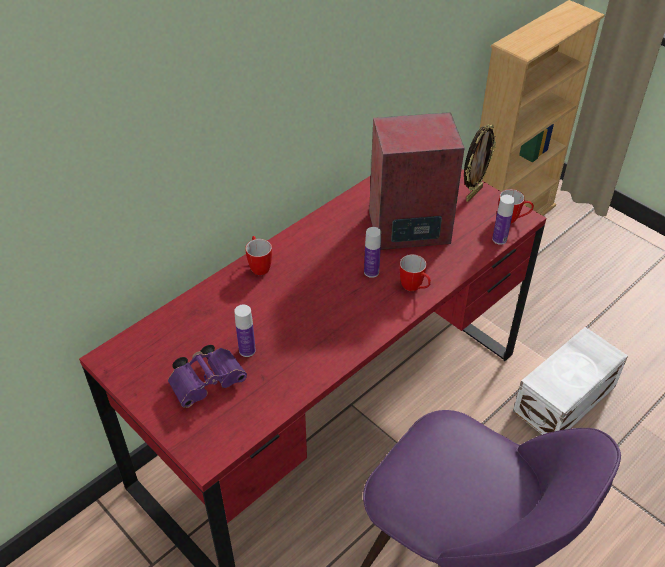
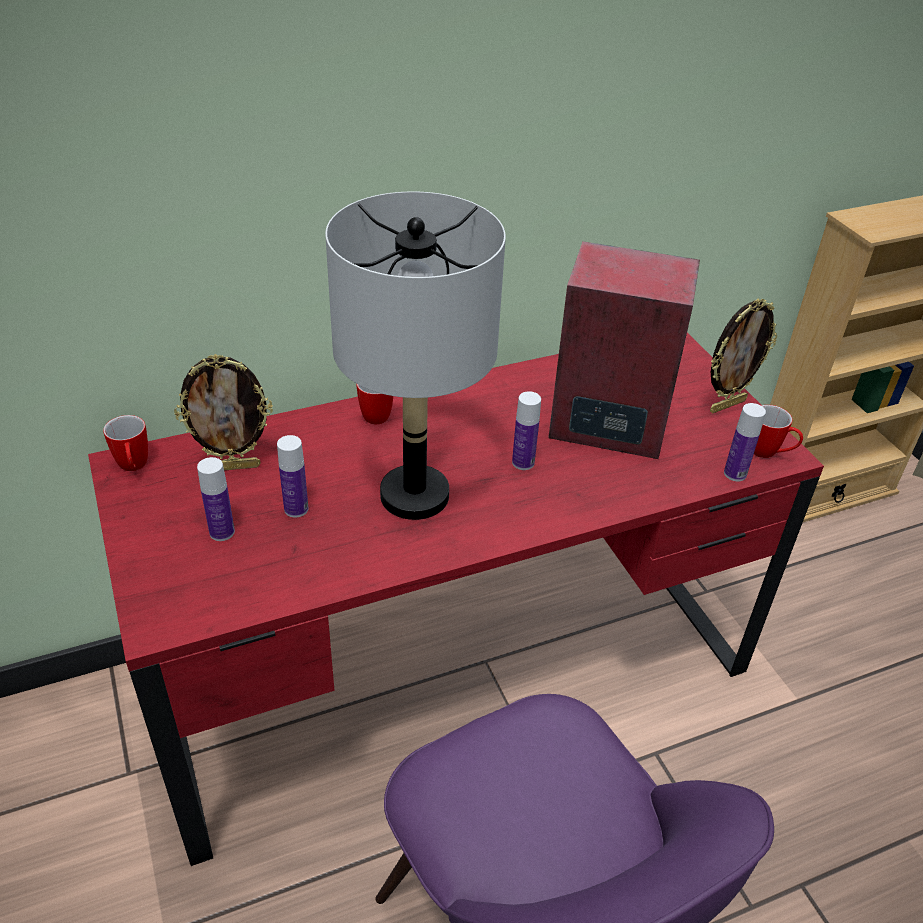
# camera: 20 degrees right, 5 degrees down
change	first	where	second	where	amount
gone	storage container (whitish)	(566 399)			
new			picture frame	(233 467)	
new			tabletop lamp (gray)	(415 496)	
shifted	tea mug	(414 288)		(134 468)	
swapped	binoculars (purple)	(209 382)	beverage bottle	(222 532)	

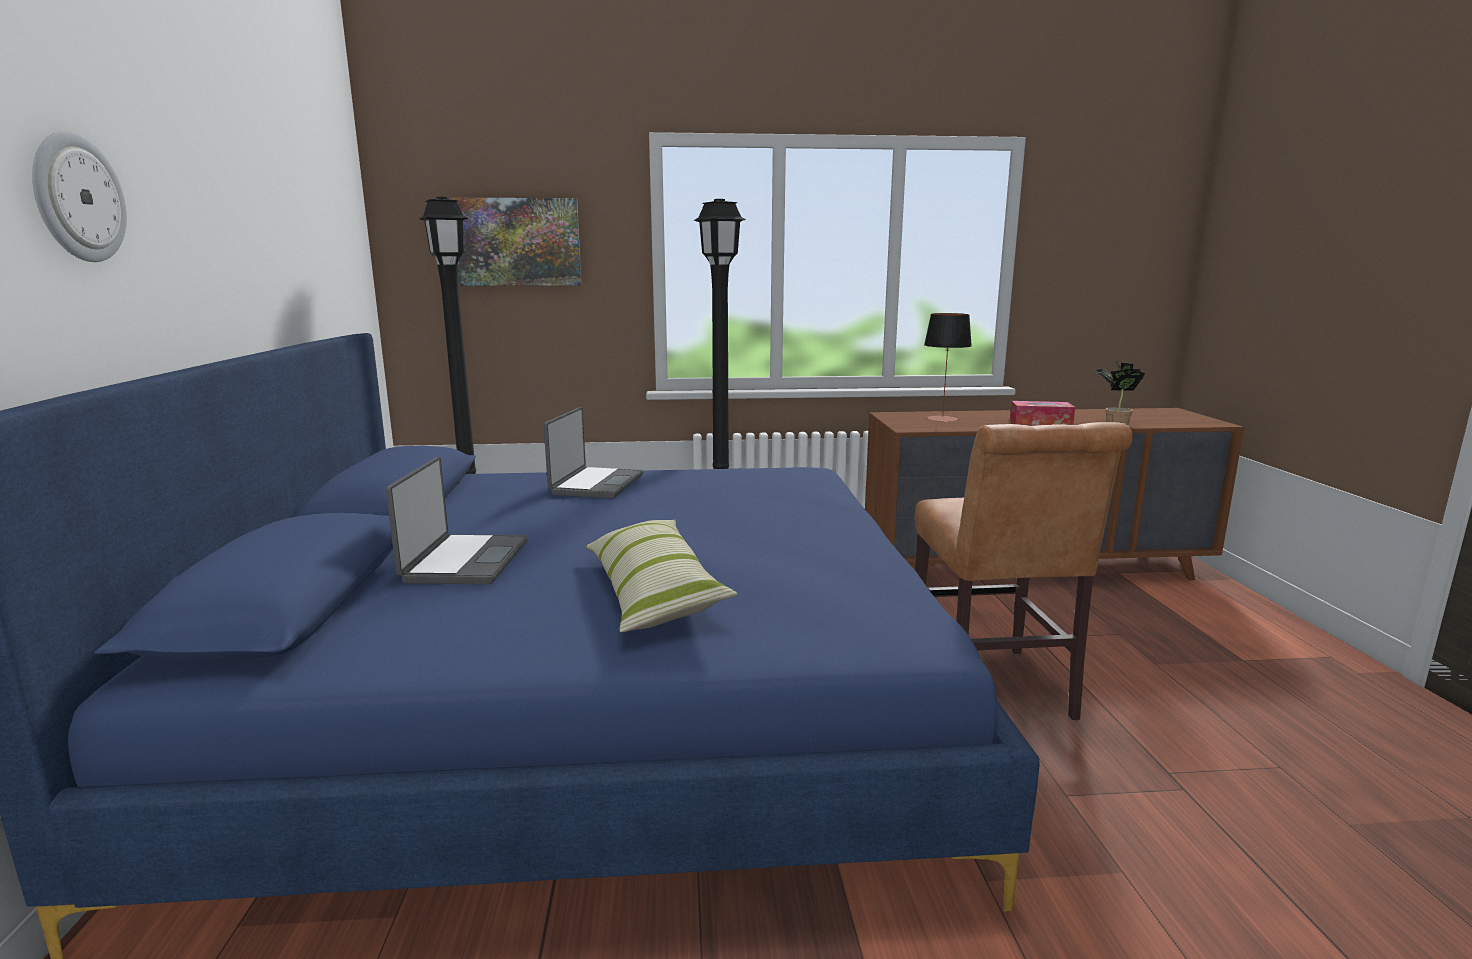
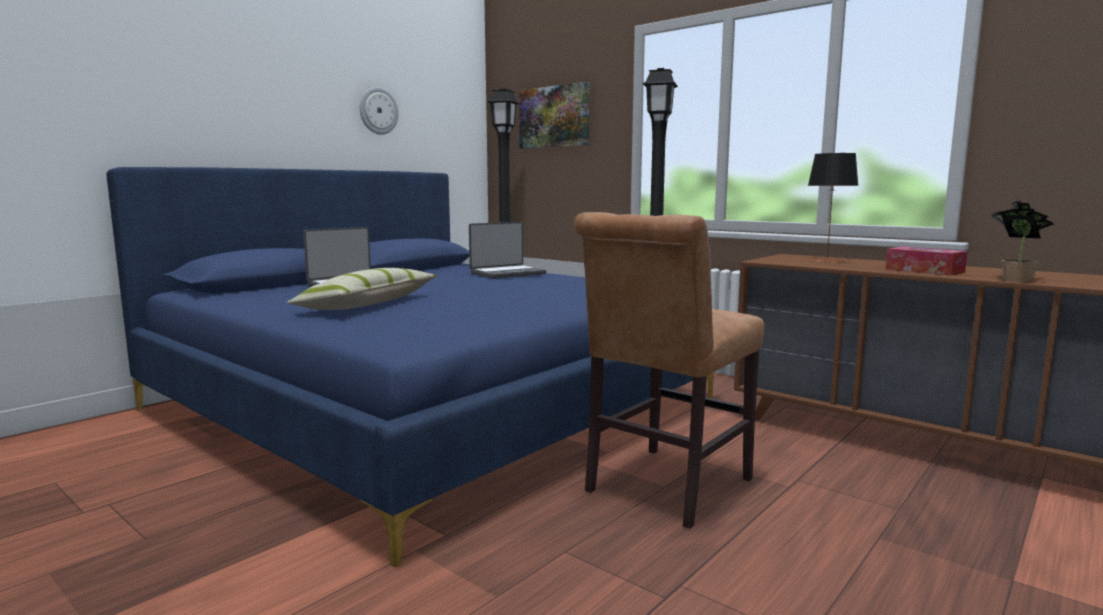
# camera: 45 degrees right, 5 degrees down
change	first	where	second	where	amount
shifted	clock on the wall	(77 198)		(378 111)	

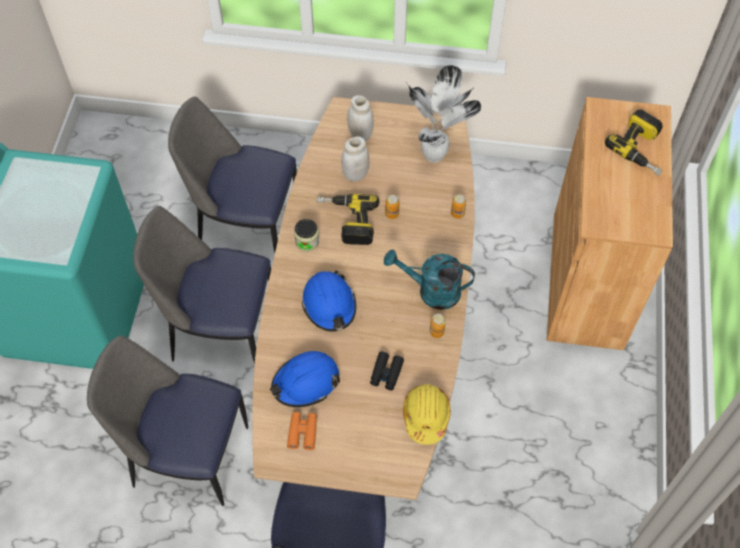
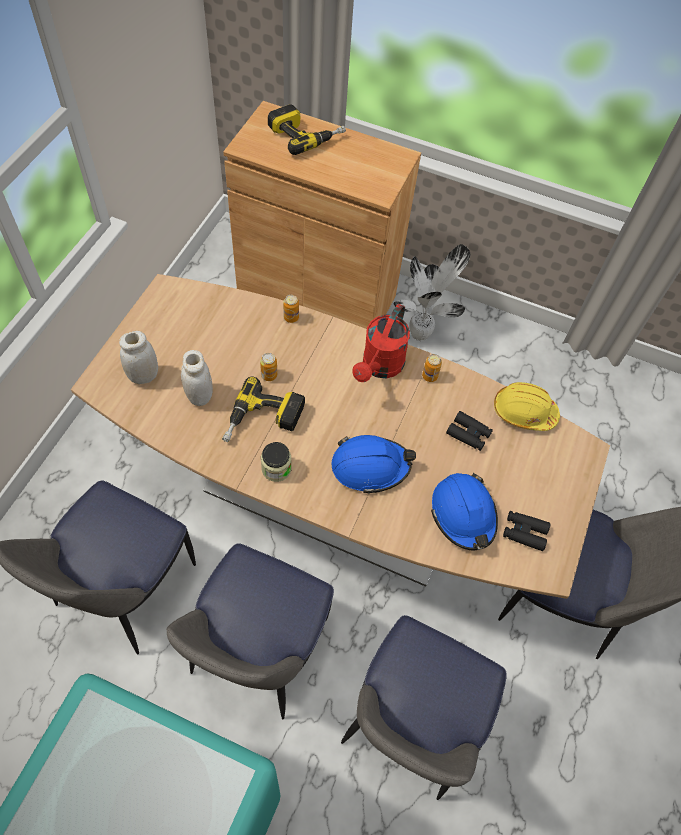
# camera: 80 degrees left, 0 degrees up
change	first	where	second	where	amount
shifted	plant in a pot	(435 156)		(421 333)	
repainted	binoculars (orange)	(302 432)	binoculars (blackish)	(524 532)	
repainted	watering can (turquoise-coloured)	(431 291)	watering can (red-coloured)	(380 367)	

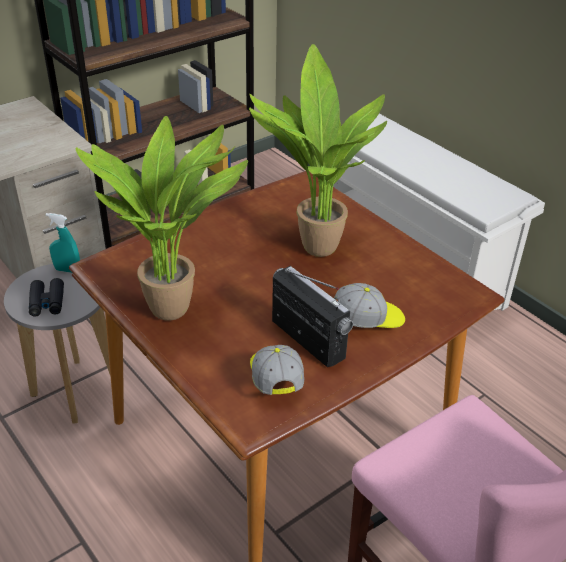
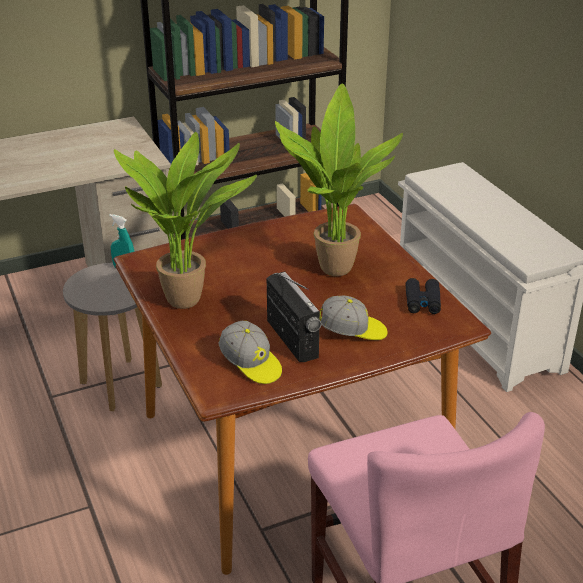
# camera: 15 degrees right, 5 degrees down
change	first	where	second	where	amount
shifted	binoculars (blackish)	(47 302)		(422 302)	
rotated	cap	(275 378)		(251 364)	135 degrees clockwise

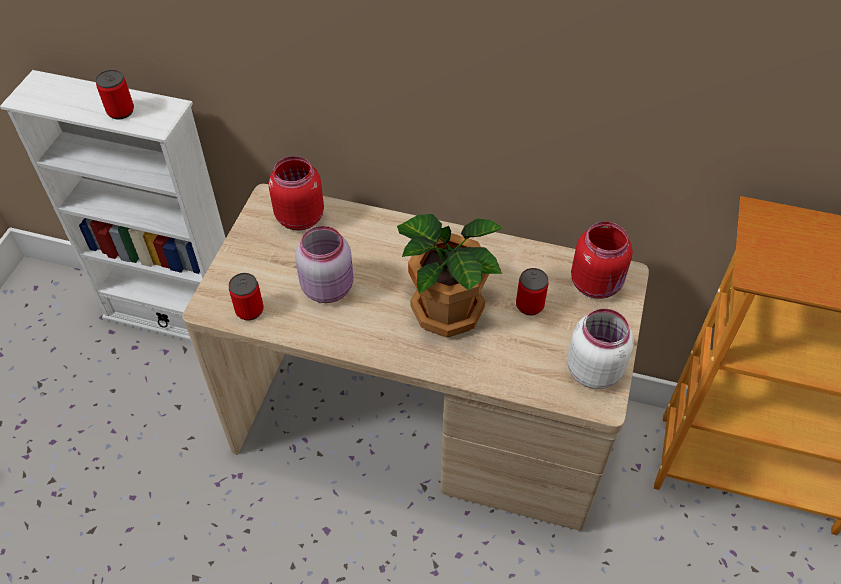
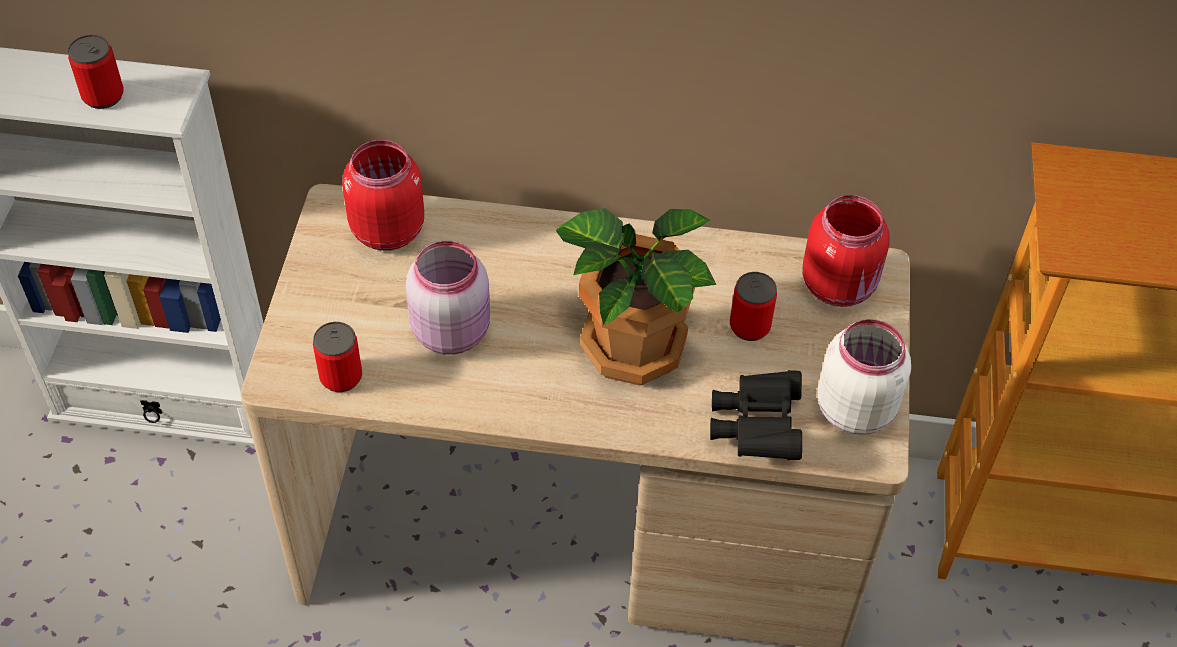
# camera: 10 degrees left, 0 degrees up
change	first	where	second	where	amount
new			binoculars (blackish)	(756 427)	

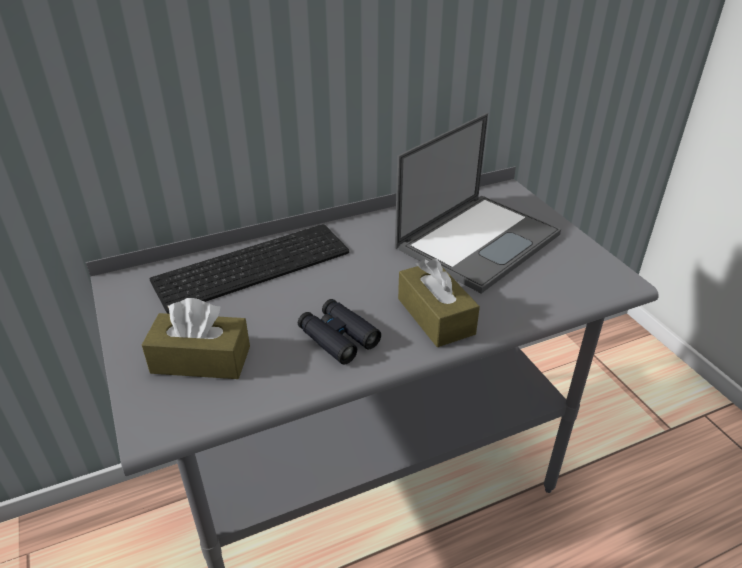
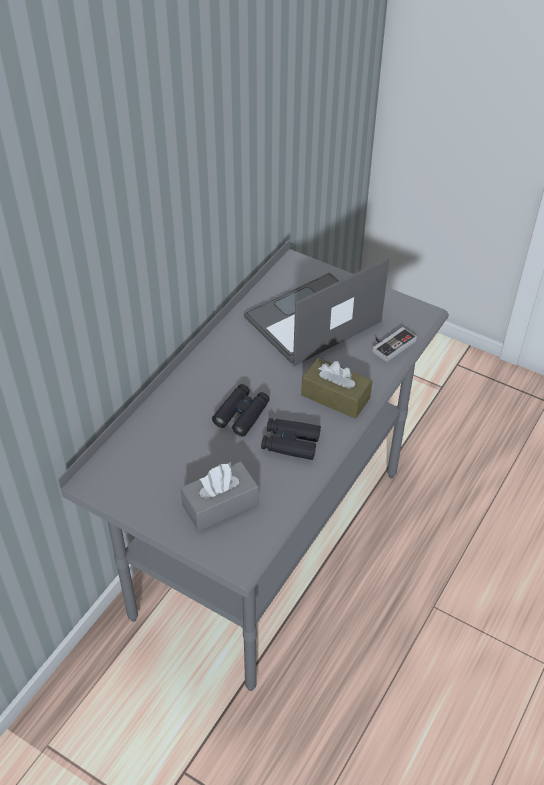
# camera: 35 degrees left, 10 degrees up
change	first	where	second	where	amount
gone	computer keyboard	(253 264)			
new			binoculars (blackish)	(241 414)	
new			joypad	(390 344)	
repainted	tissue box (brown)	(201 360)	tissue box (gray)	(220 504)	
rotated	notebook computer	(478 240)		(311 320)	135 degrees counterclockwise

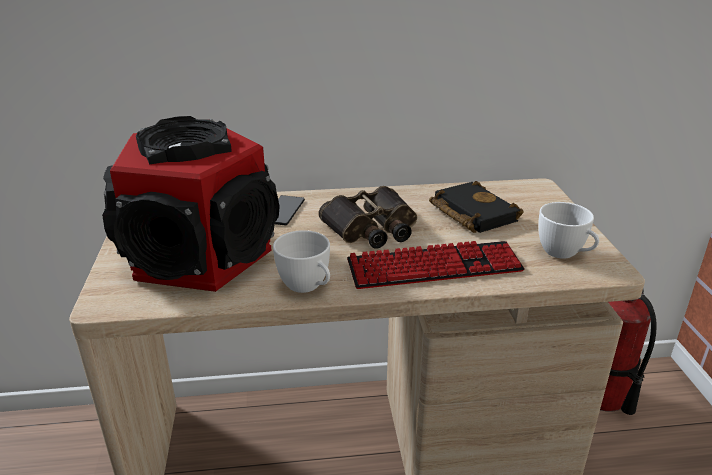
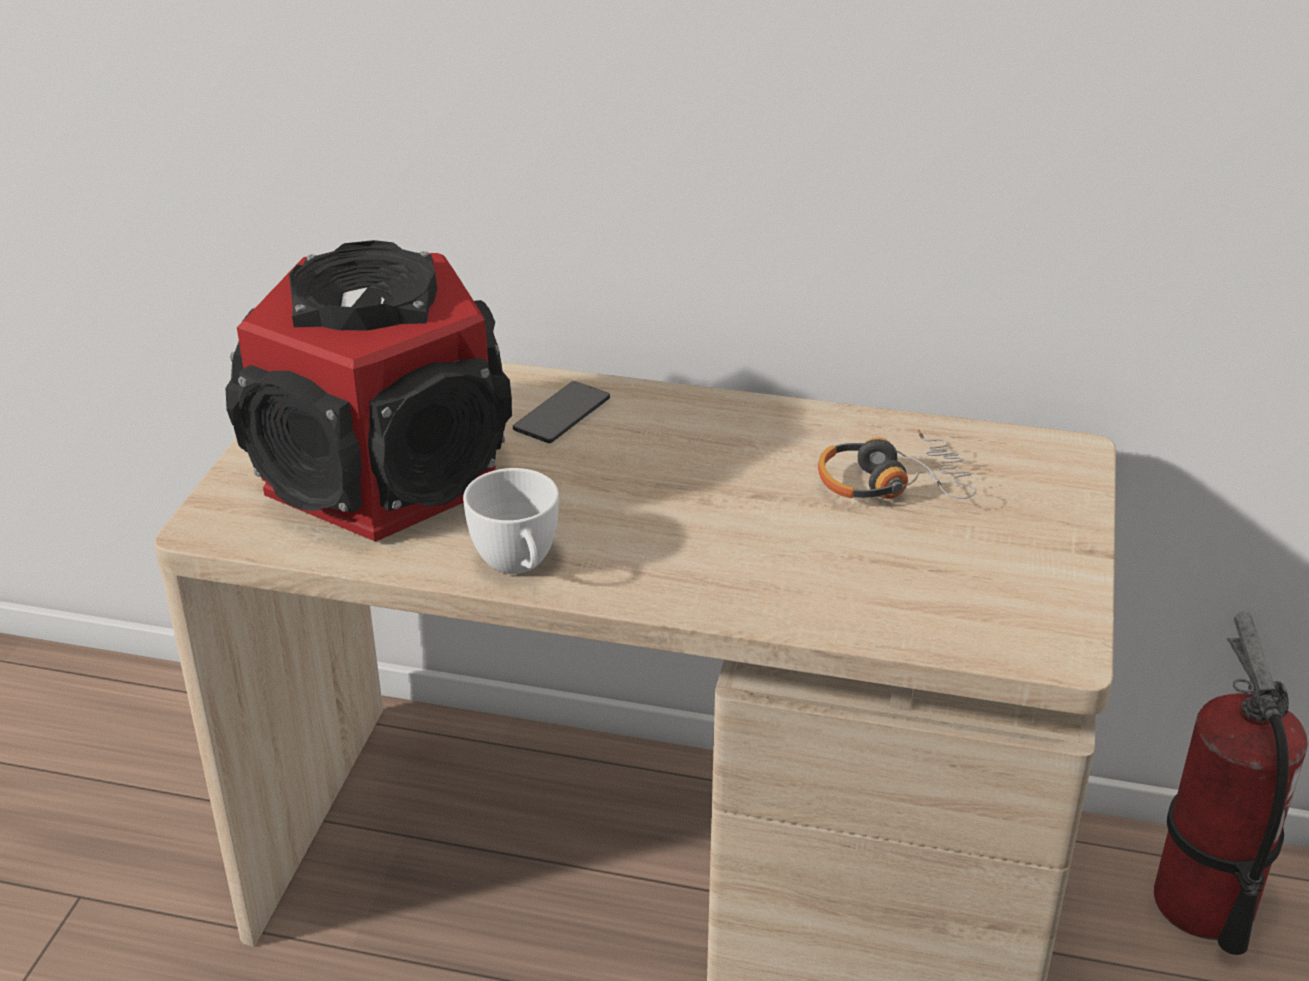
# camera: 20 degrees right, 5 degrees up
change	first	where	second	where	amount
gone	binoculars	(372 228)			
gone	computer keyboard	(434 267)			
gone	cup (whitish)	(565 254)			
swapped	bound book (blackish)	(470 213)	pair of headphones	(891 483)	

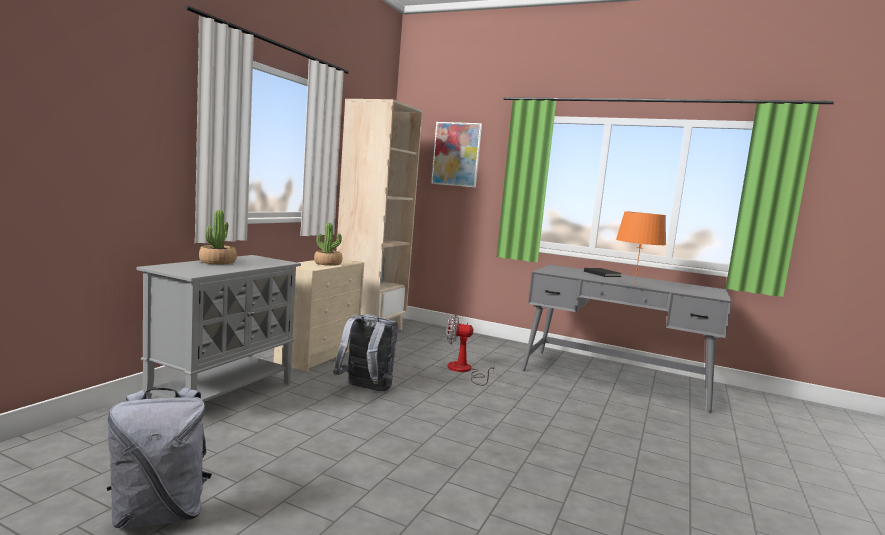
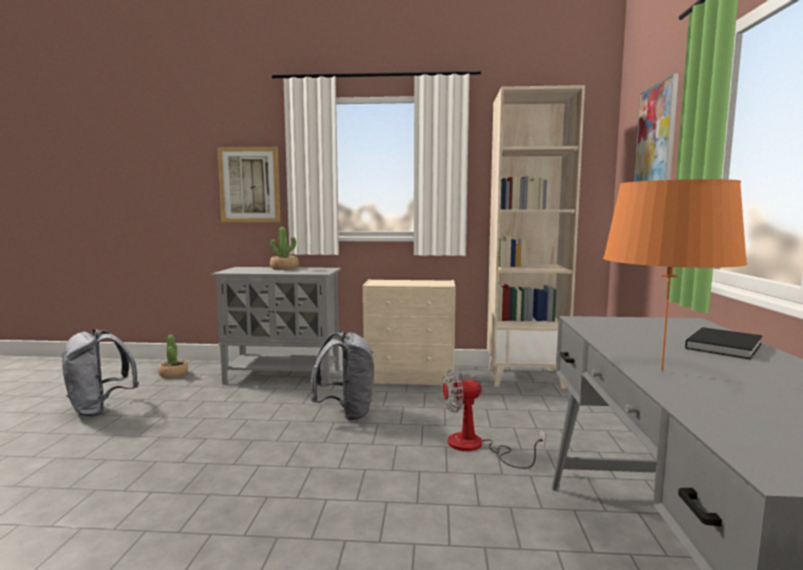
# camera: 70 degrees right, 0 degrees up
change	first	where	second	where	amount
new			wall picture	(249 185)	
shifted	plant in a pot	(328 263)		(173 374)	
rotated	fan	(464 371)		(476 447)	90 degrees counterclockwise

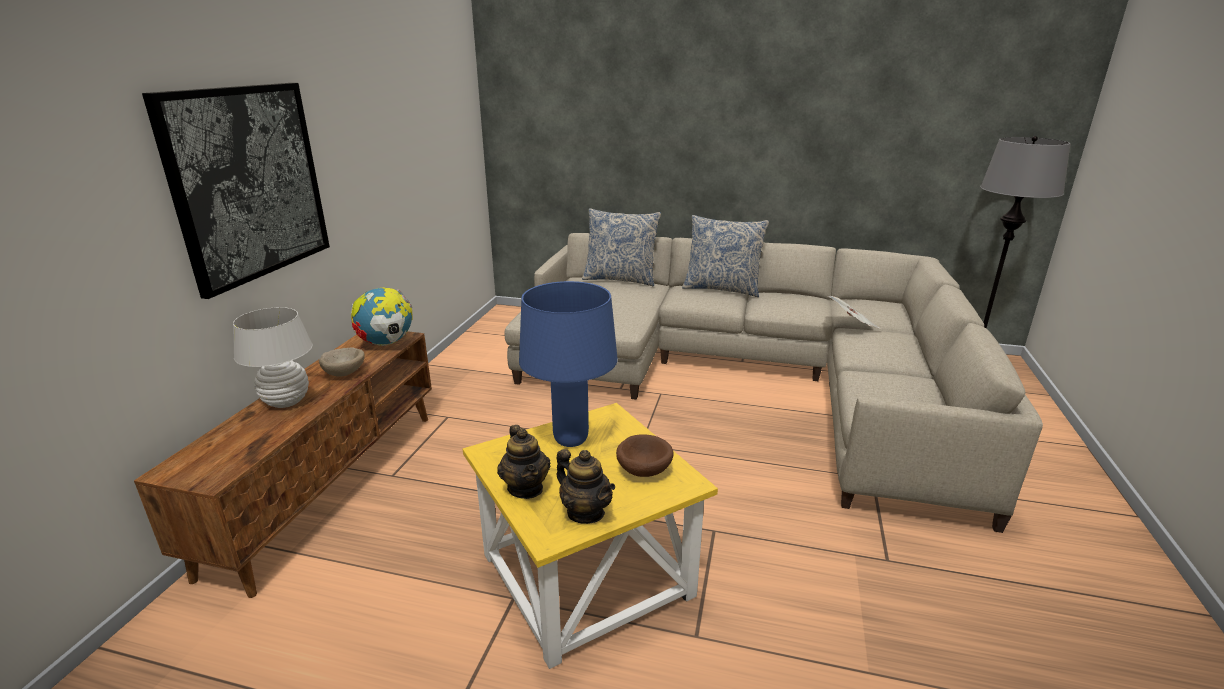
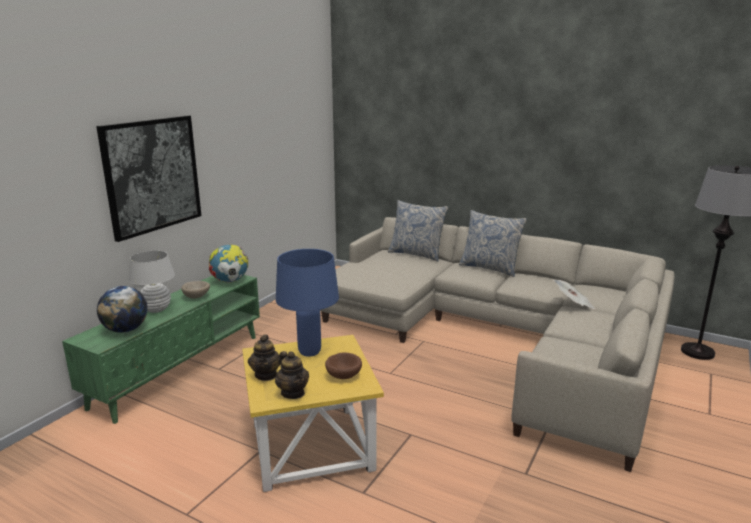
# camera: 15 degrees right, 5 degrees down
change	first	where	second	where	amount
new			world globe	(126 330)	
repainted	tv unit (brown)	(330 485)	tv unit (green)	(180 369)	

